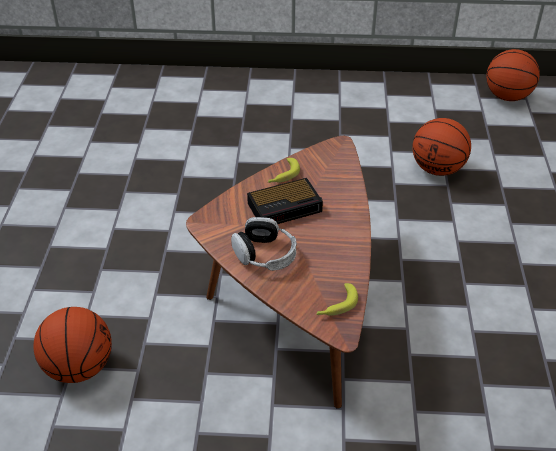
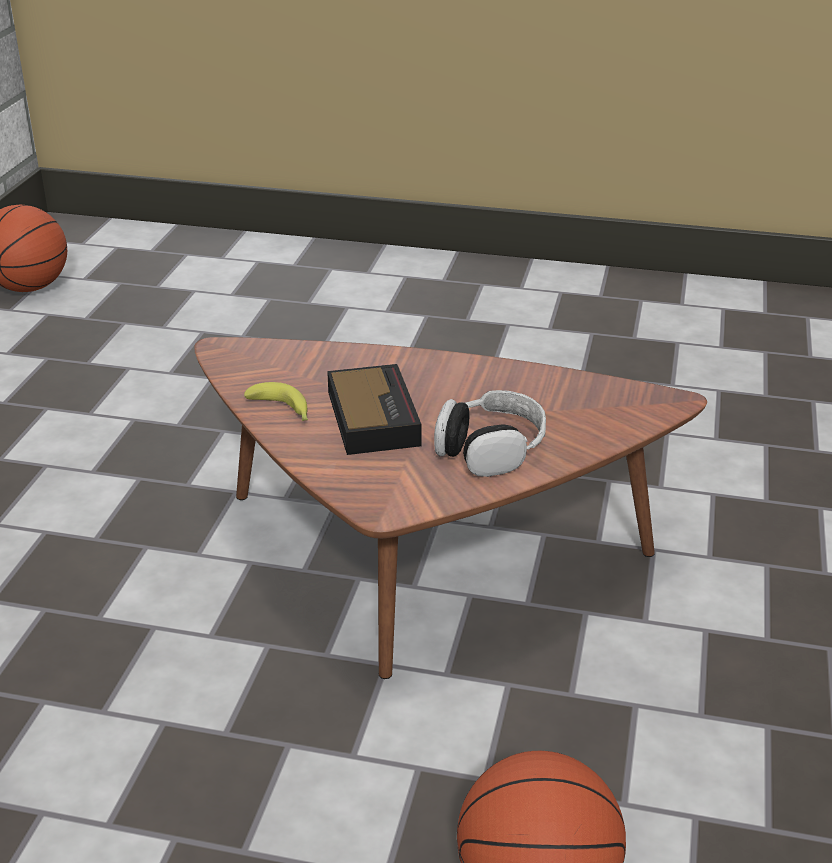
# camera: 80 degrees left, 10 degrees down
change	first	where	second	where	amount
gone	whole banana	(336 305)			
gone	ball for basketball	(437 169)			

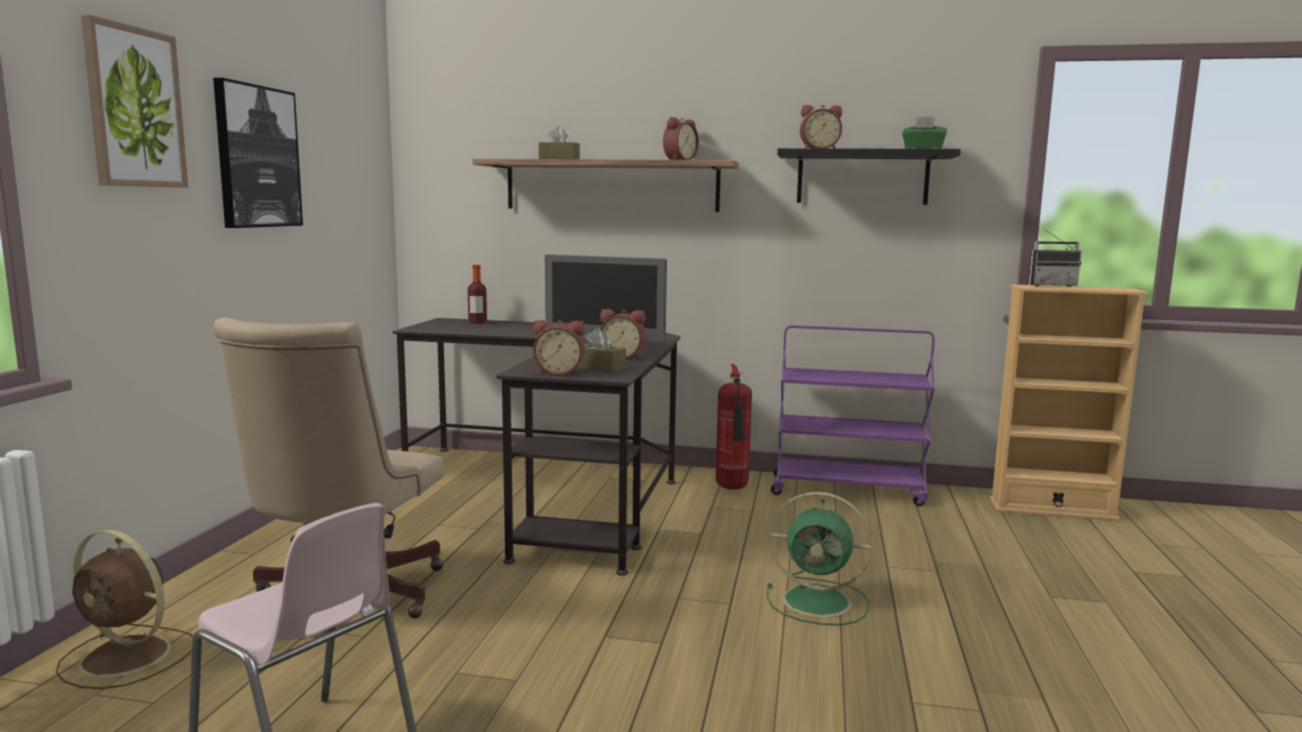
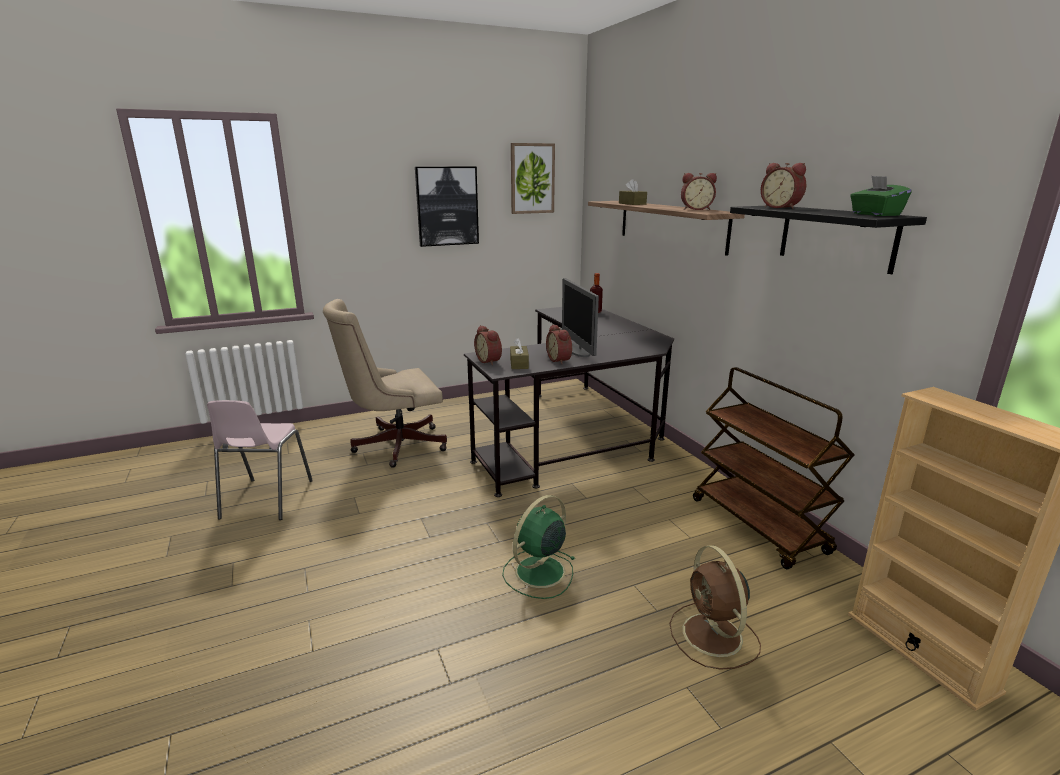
# camera: 55 degrees right, 10 degrees up
change	first	where	second	where	amount
gone	fire-fighting cylinder	(733 489)			
gone	radio receiver	(1050 285)			
shifted	fan (brown)	(128 657)		(713 636)	
shifted	wall picture	(134 108)		(532 178)	
repainted	wheeled cart (purple)	(848 490)	wheeled cart (brown)	(759 526)	
rotated	fan (green)	(820 602)		(538 572)	60 degrees clockwise

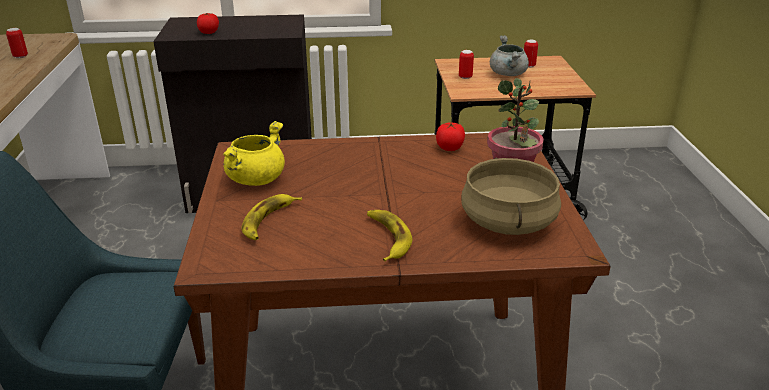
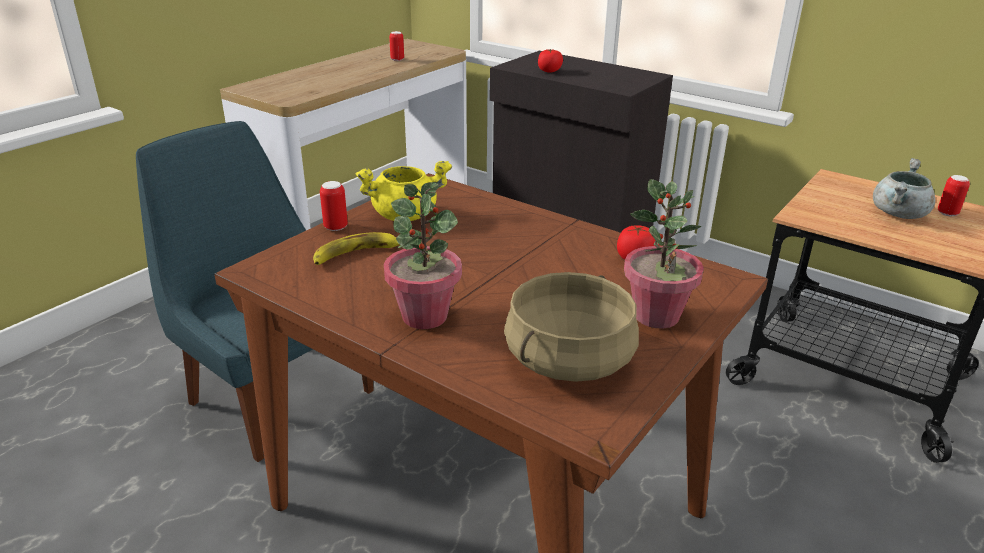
# camera: 40 degrees right, 0 degrees up
change	first	where	second	where	amount
shifted	metal can	(465 77)		(335 227)	
swapped	whole banana	(387 238)	plant in a pot	(425 316)	

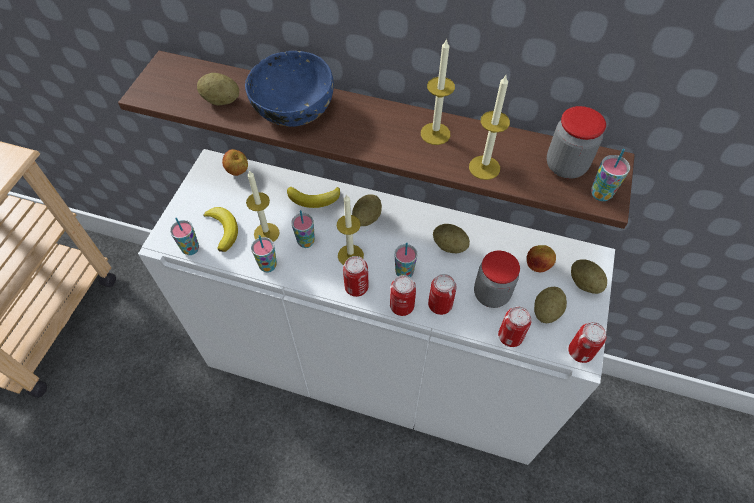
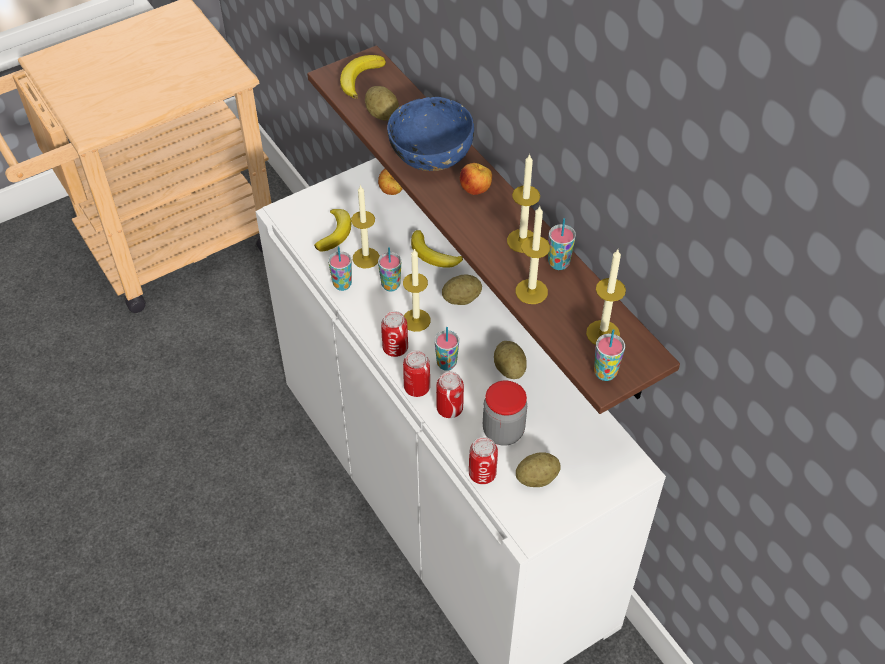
# camera: 40 degrees right, 5 degrees down
change	first	where	second	where	amount
gone	metal can	(580 352)			
gone	spud	(584 283)			
new			whole banana	(360 78)	
shifted	cup	(191 249)		(558 263)	
shifted	apple	(537 265)		(476 190)	
swapped	preserve jar	(565 166)	wax light	(603 333)	

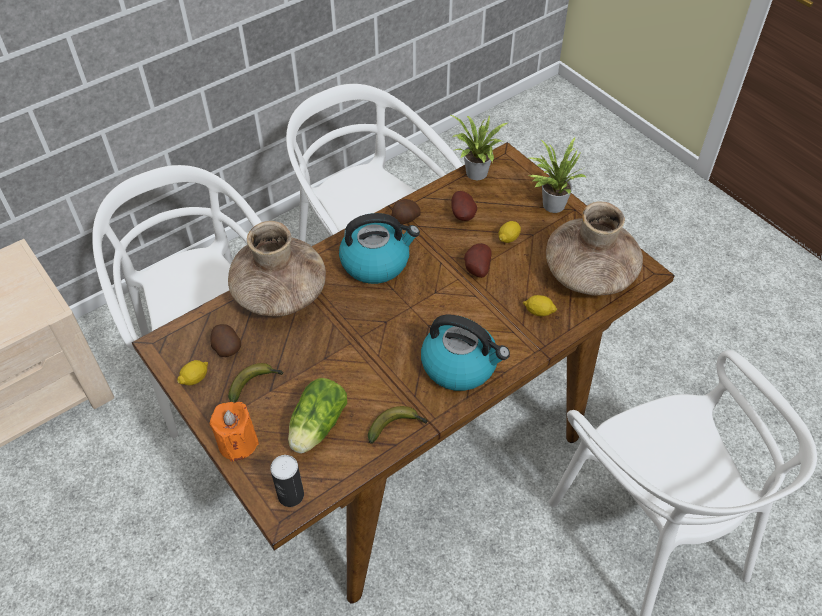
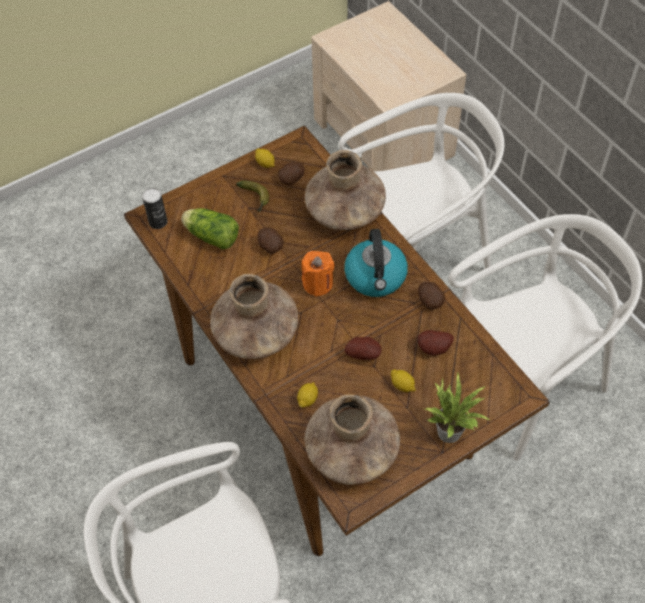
# camera: 95 degrees right, 5 degrees up
change	first	where	second	where	amount
gone	whole banana	(397 427)			
gone	plant in a pot	(475 175)			
new			spud	(270 246)	
shifted	wax light (orange)	(238 443)		(317 283)	
swapped	tea kettle	(460 365)	decorative vase (brown)	(256 332)	

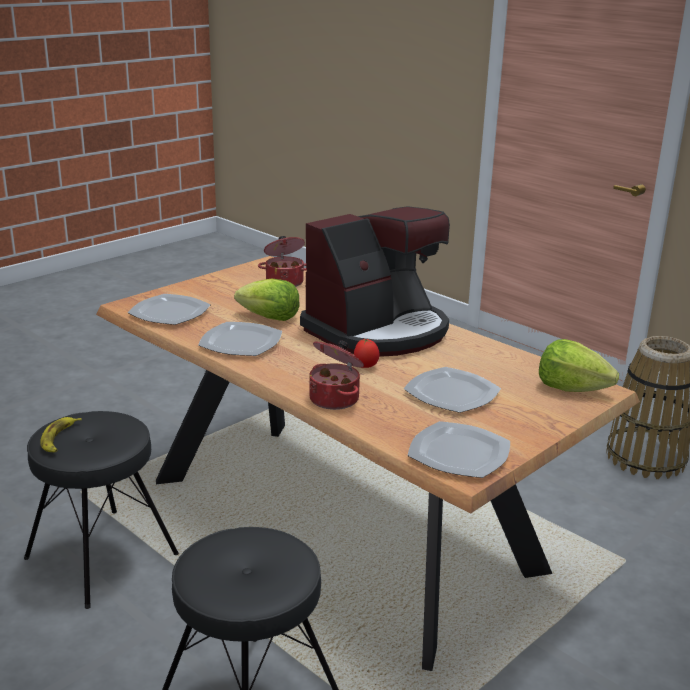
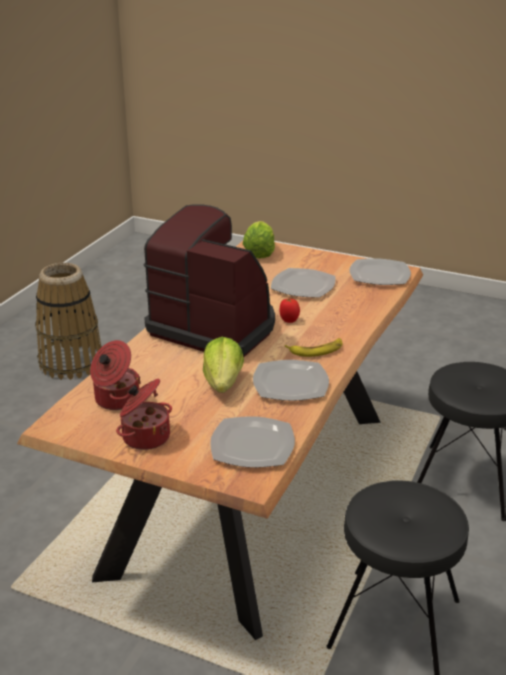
# camera: 110 degrees left, 5 degrees up
change	first	where	second	where	amount
shifted	whole banana	(59 438)		(316 350)	
shifted	stockpot	(335 399)		(145 436)	

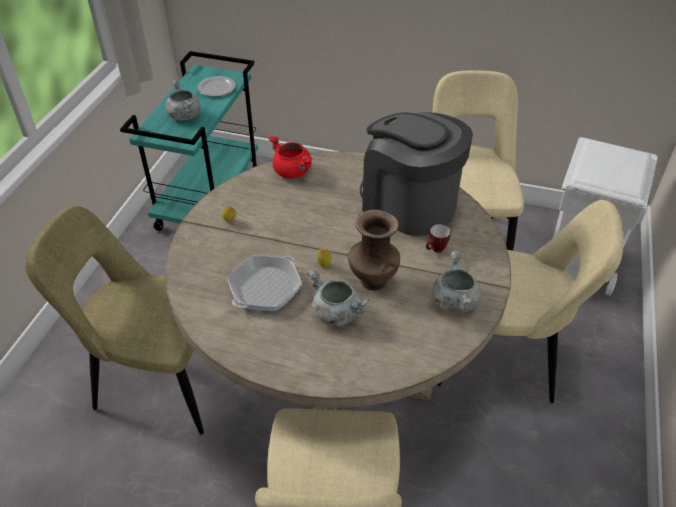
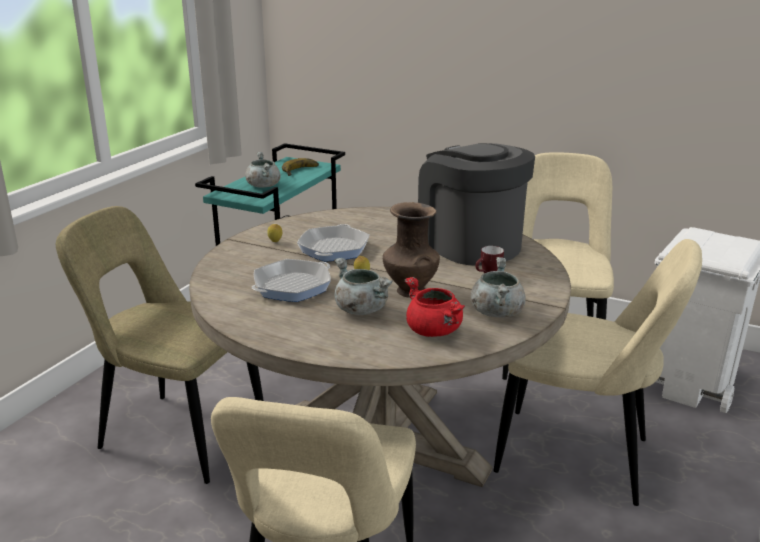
# camera: 10 degrees right, 20 degrees down
change	first	where	second	where	amount
new			skillet	(334 249)	
shifted	stockpot (red-coloured)	(293 172)		(434 331)	
swapped	plate	(216 88)	whole banana	(302 171)	

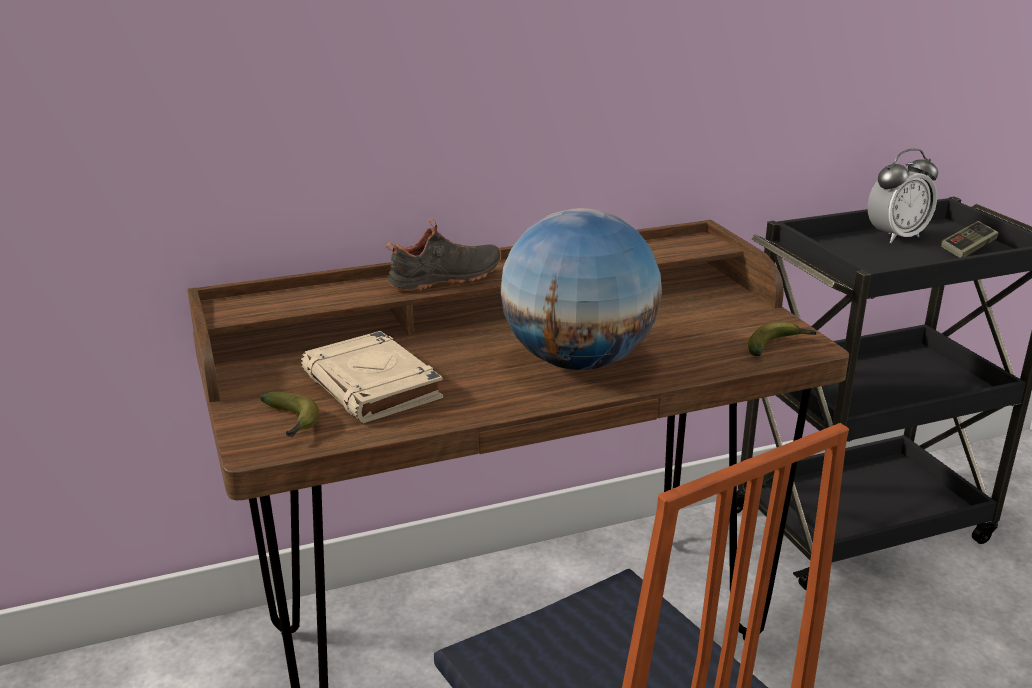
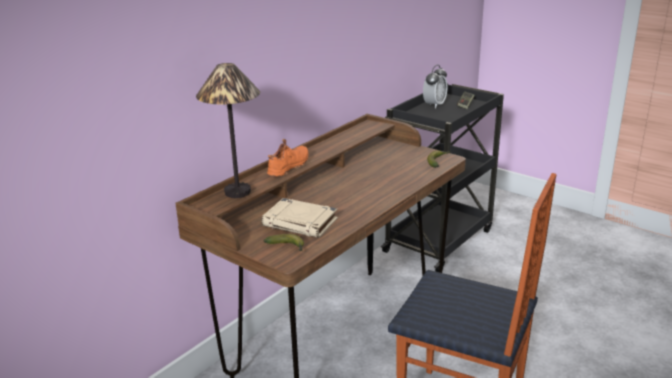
# camera: 30 degrees left, 0 degrees up
change	first	where	second	where	amount
gone	world globe	(577 361)			
new			tabletop lamp	(237 192)	
repainted	low shoe (blackish)	(447 279)	low shoe (orange)	(289 167)	

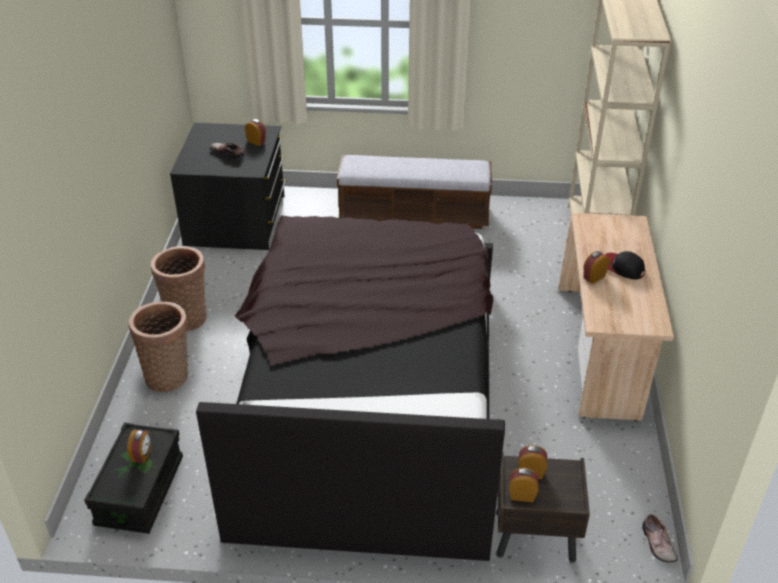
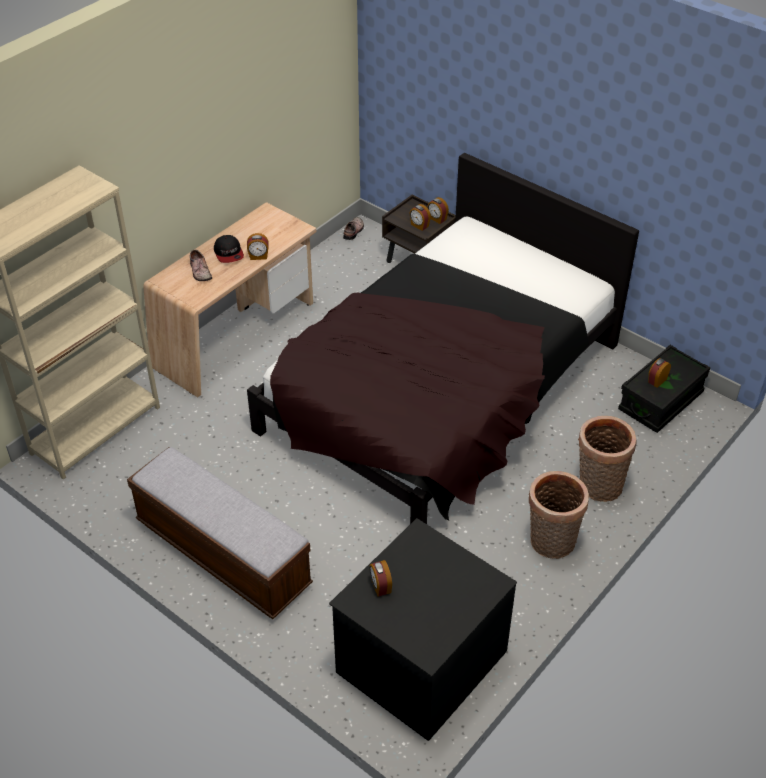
# camera: 145 degrees left, 5 degrees up
change	first	where	second	where	amount
shifted	low shoe	(228 153)		(199 271)	

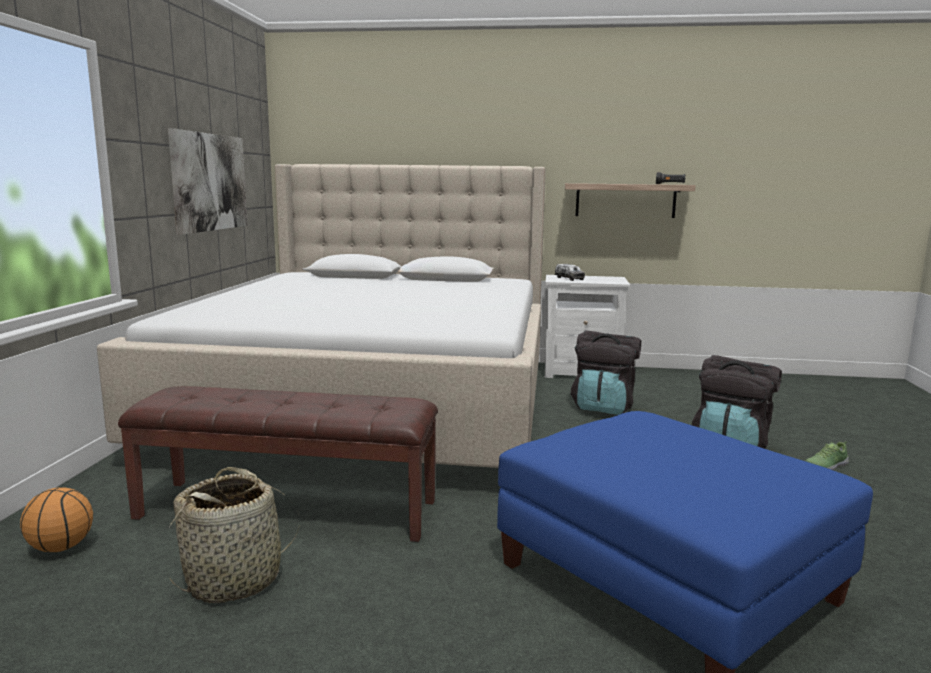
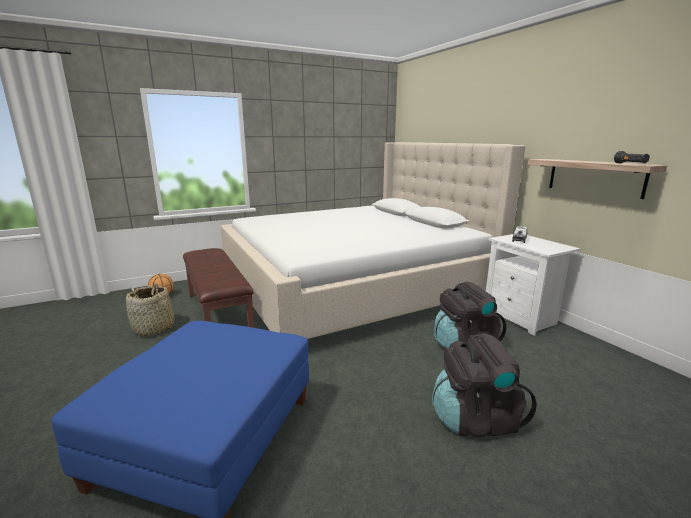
# camera: 55 degrees right, 5 degrees up
change	first	where	second	where	amount
gone	wall picture	(210 182)			
gone	low shoe	(825 466)			

